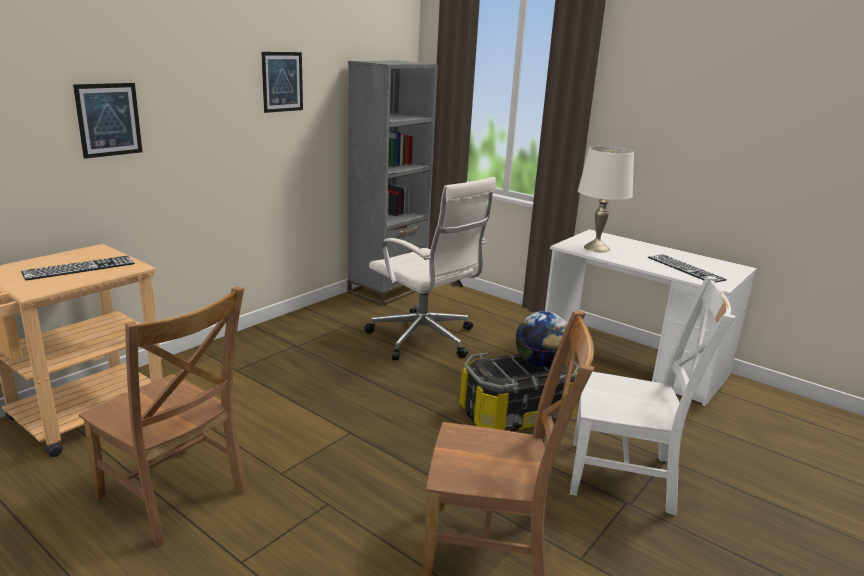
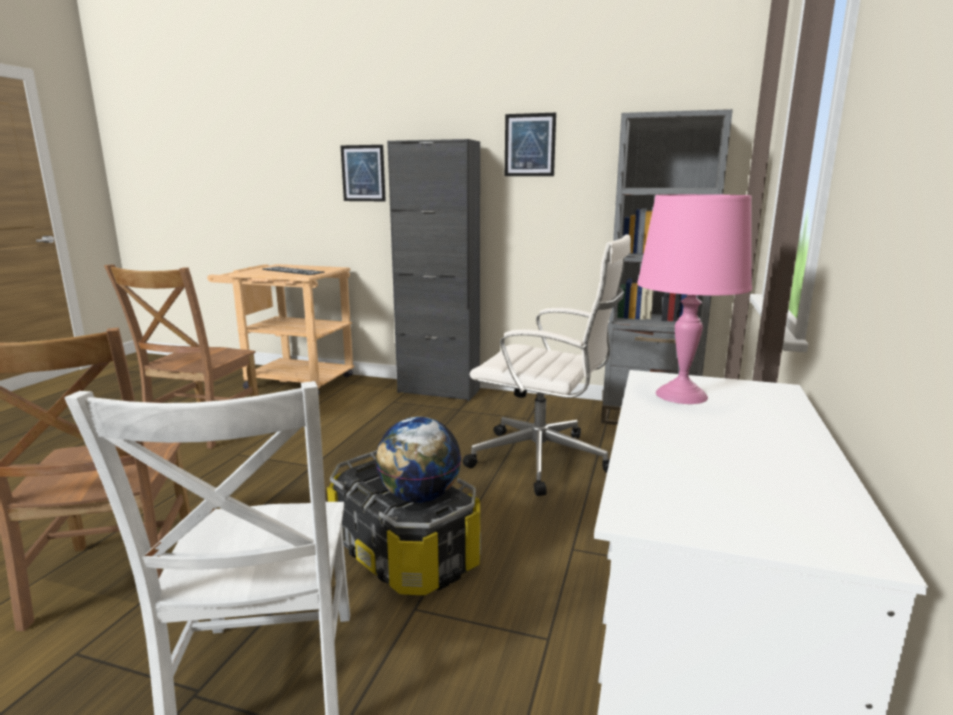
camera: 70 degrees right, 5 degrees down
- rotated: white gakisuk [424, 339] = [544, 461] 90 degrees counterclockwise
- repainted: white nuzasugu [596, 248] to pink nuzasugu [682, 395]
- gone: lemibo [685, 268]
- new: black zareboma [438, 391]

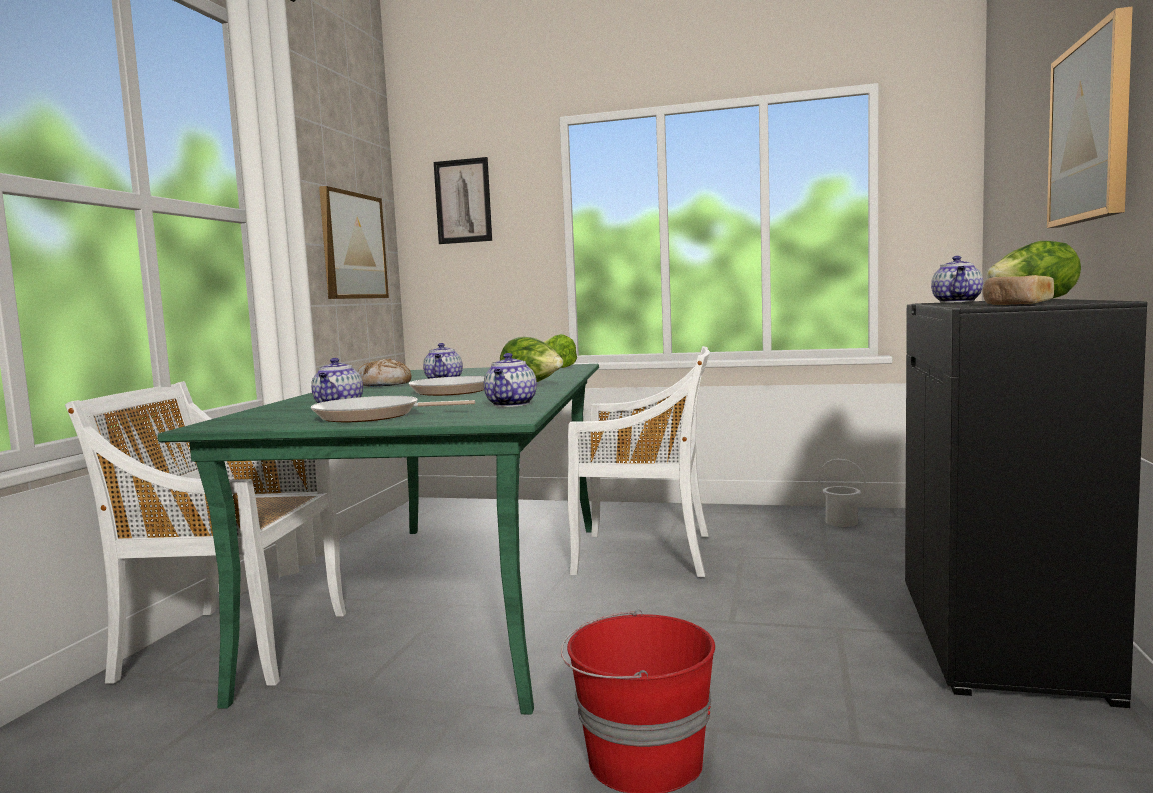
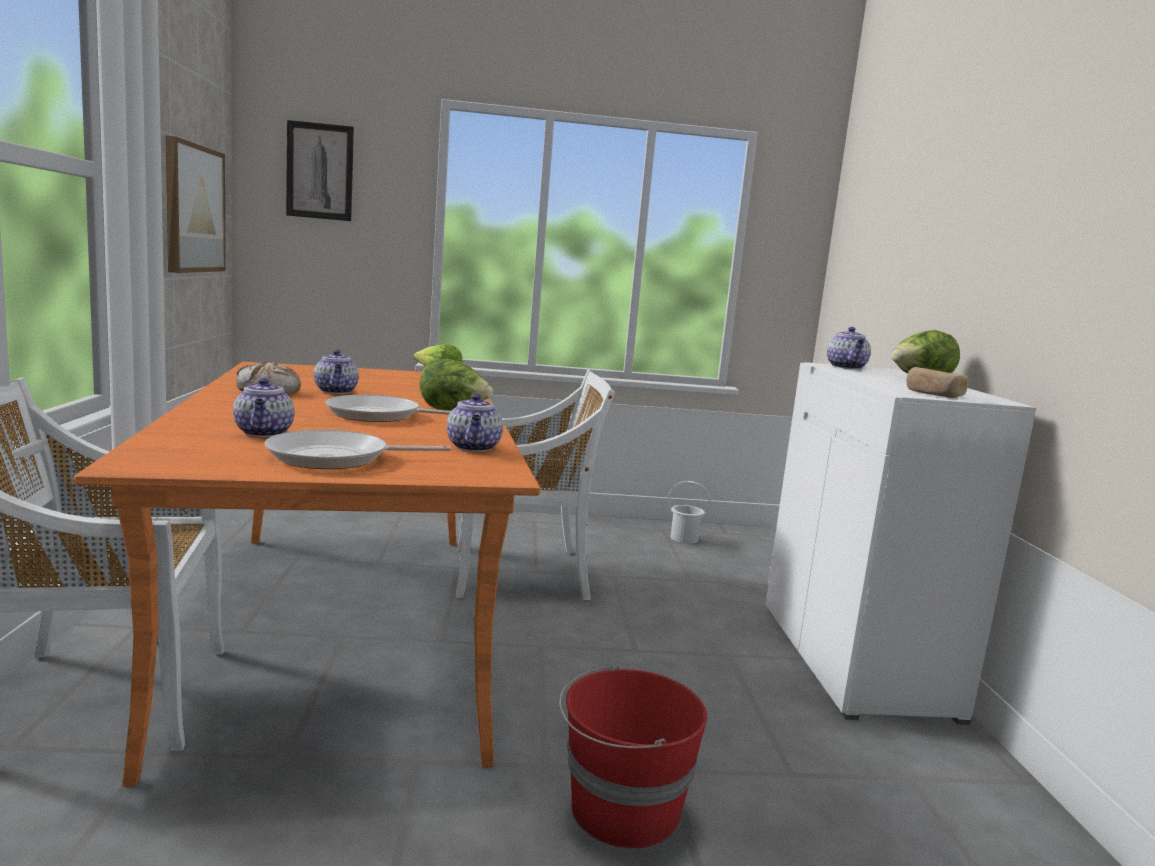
camera: 20 degrees left, 5 degrees up
- repainted: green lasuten [455, 597] to orange lasuten [344, 626]
- repainted: black zareboma [1001, 637] to white zareboma [857, 660]
- gone: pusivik [1091, 130]

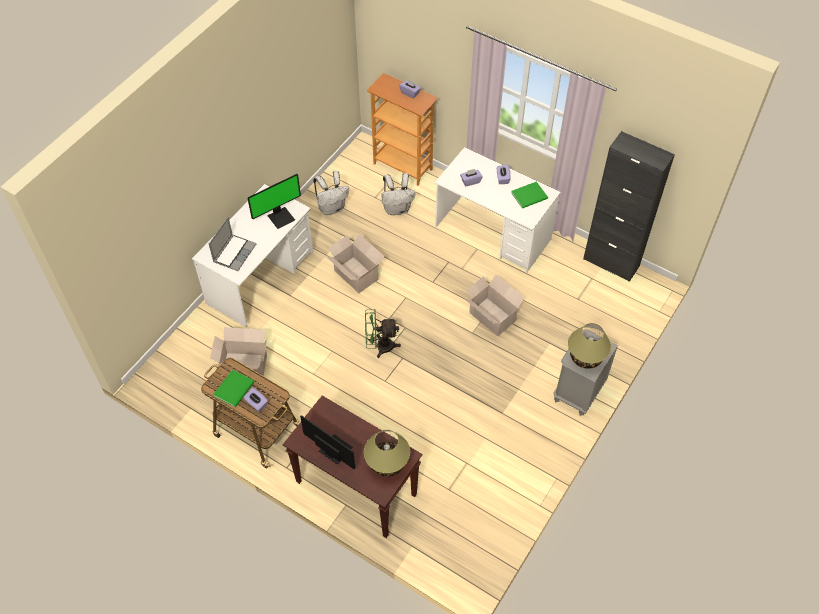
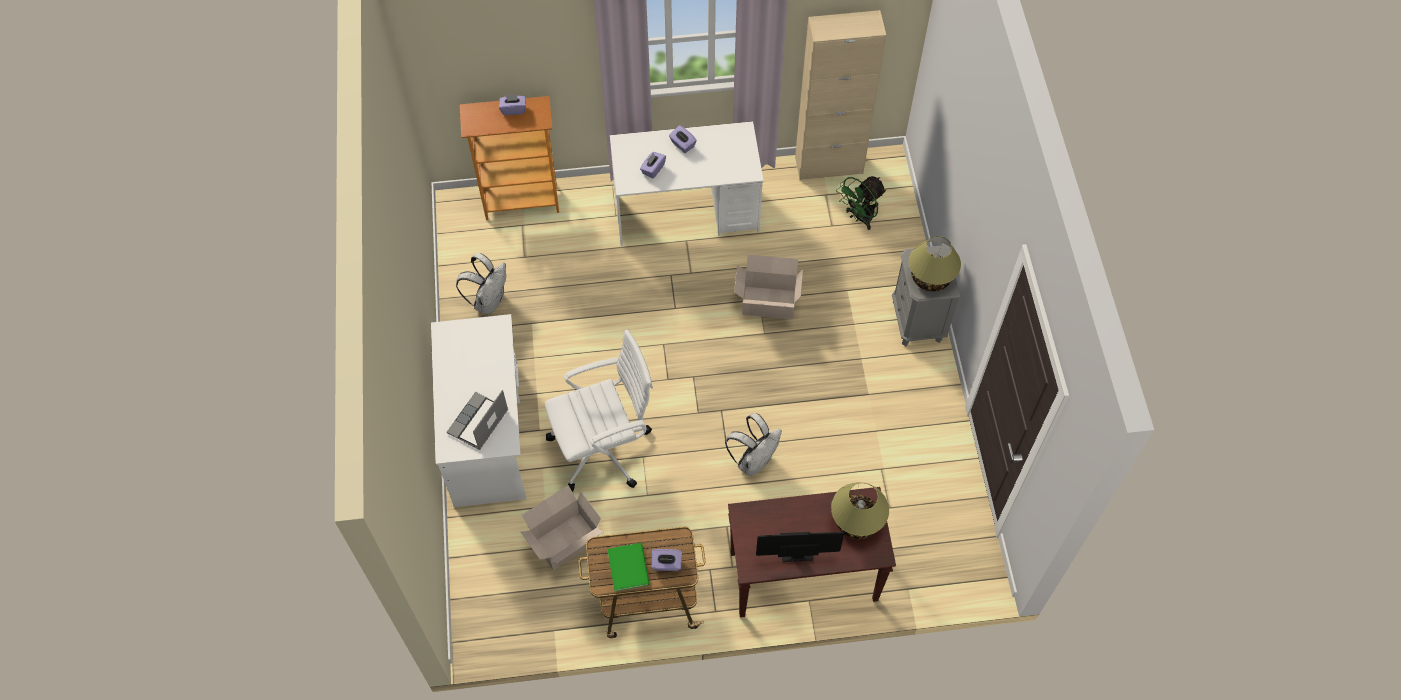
camera: 40 degrees left, 5 degrees up
- rotated: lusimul [234, 253] = [478, 423] 135 degrees counterclockwise
- gone: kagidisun [281, 217]
- gone: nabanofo [355, 274]
- shifted: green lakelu [380, 346] to [860, 218]
- shifted: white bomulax [397, 209] to [754, 460]
- gone: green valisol [530, 196]
- repainted: black zareboma [611, 262] to beige zareboma [829, 165]
- new: white gakisuk [604, 448]

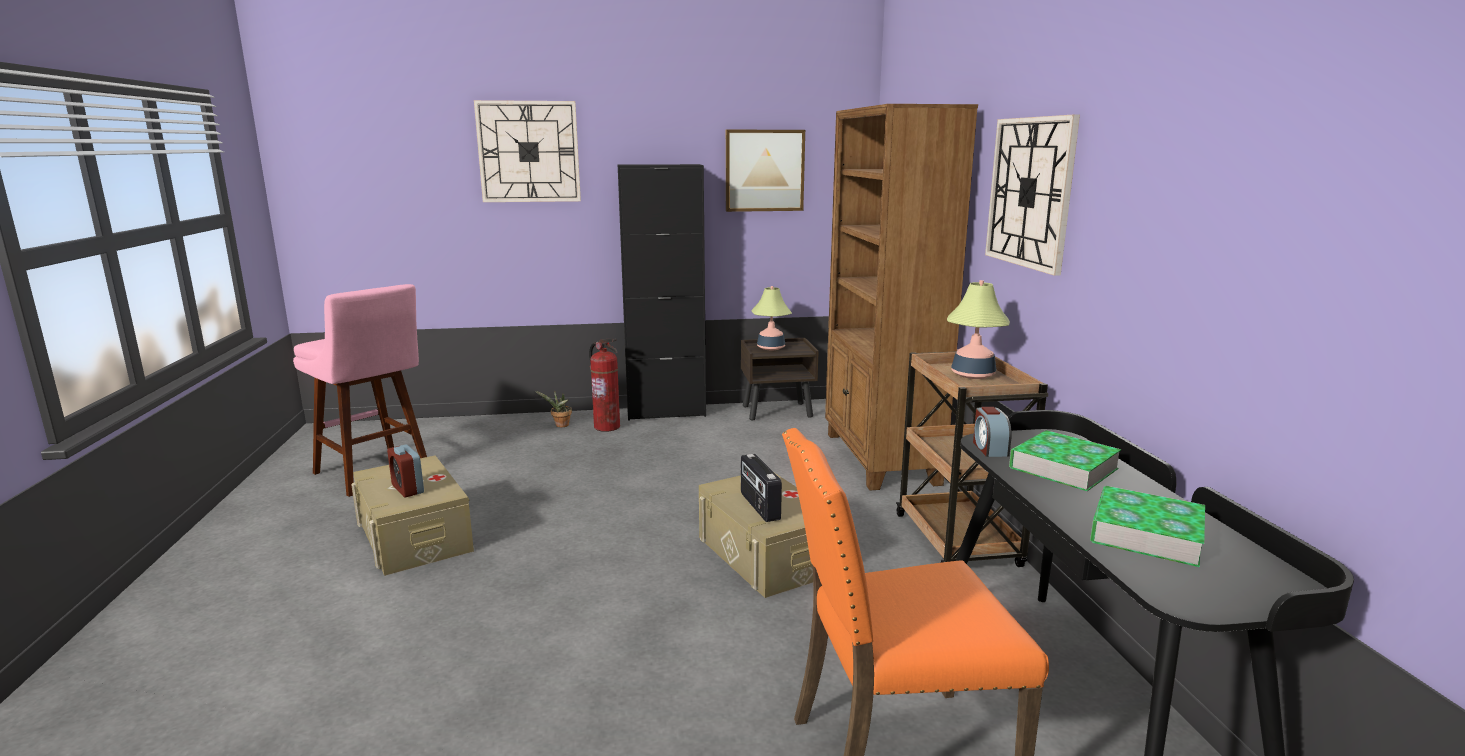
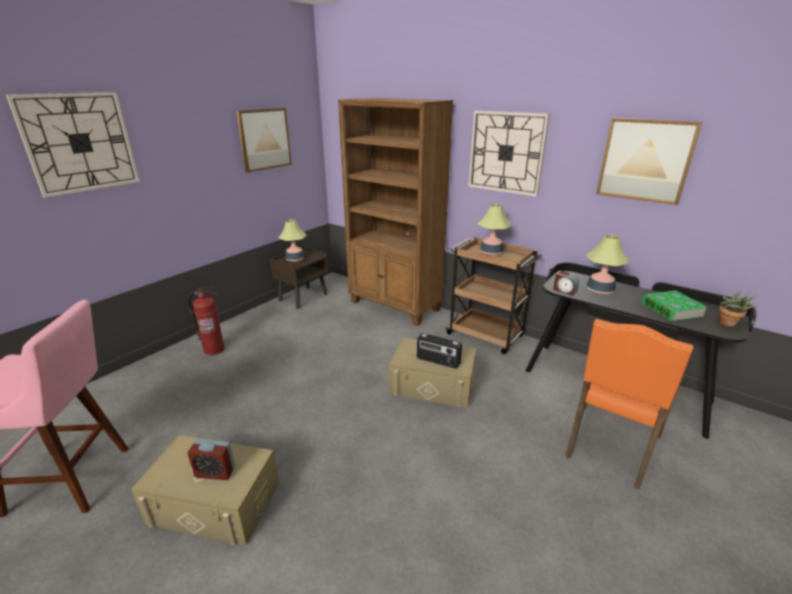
camera: 45 degrees left, 10 degrees up
- shifted: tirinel [560, 425] to [728, 324]
- gone: black zareboma [666, 412]
- swapped: valisol [1063, 468] to nuzasugu [599, 290]
- new: pusivik [645, 160]

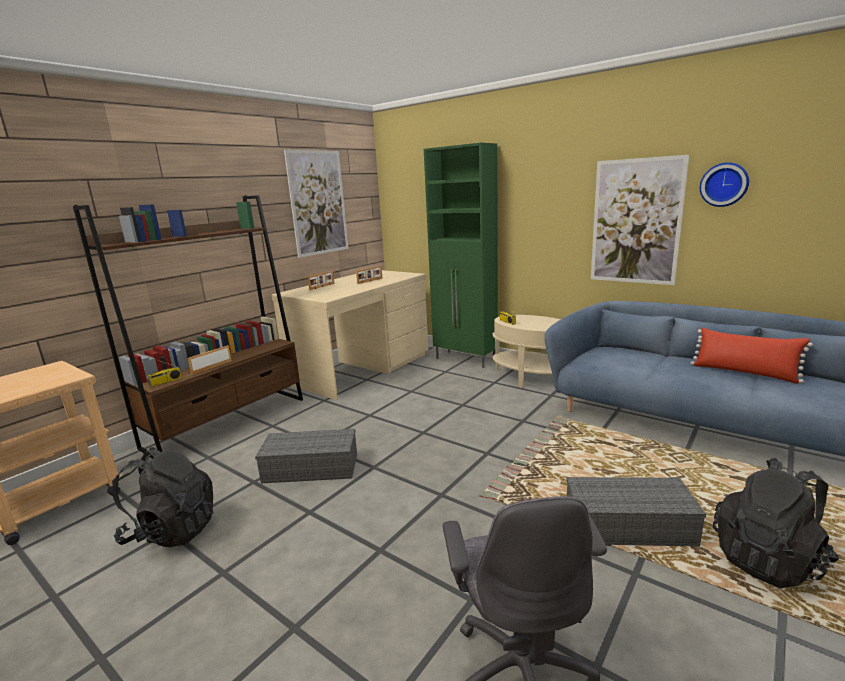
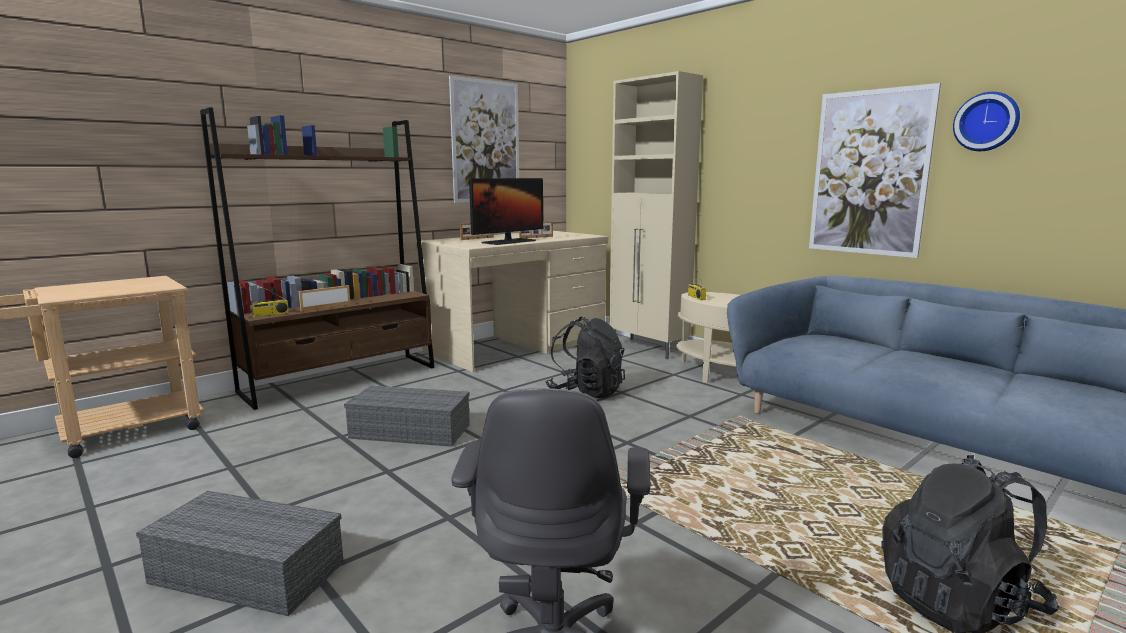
camera: 10 degrees right, 5 degrees down
- shifted: black bomulax [172, 531] to [586, 391]
- repainted: green zareboma [465, 360] to beige zareboma [649, 349]
- shifted: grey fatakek [627, 527] to [244, 573]
- gone: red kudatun [744, 372]
- new: kagidisun [509, 242]

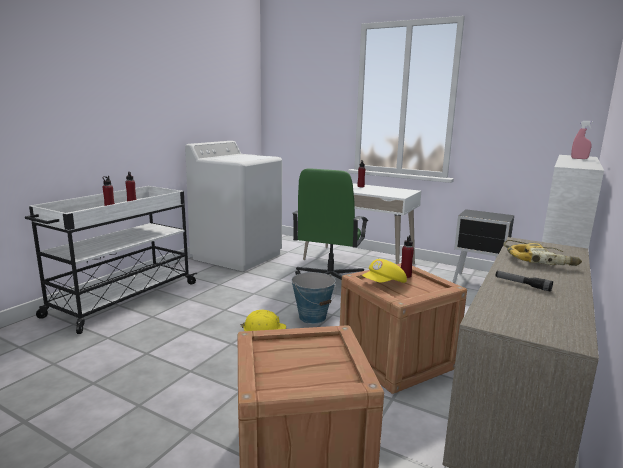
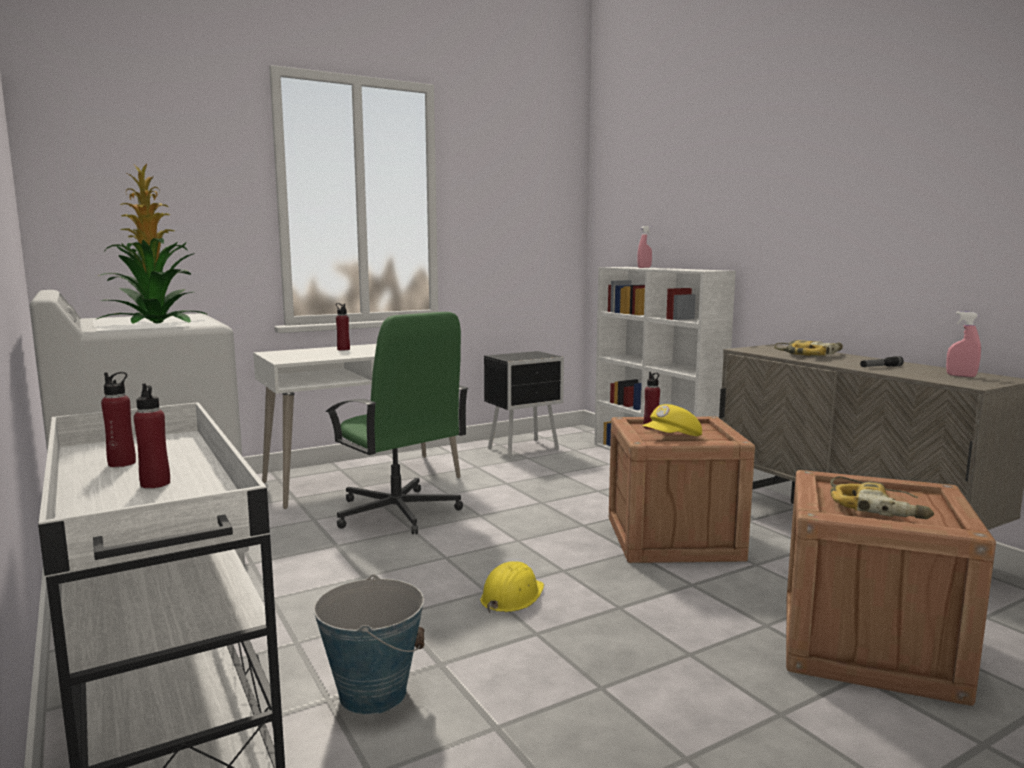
camera: 60 degrees left, 5 degrees down
- shifted: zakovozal [312, 317] to [373, 693]
- rotated: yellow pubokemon [384, 284] = [672, 439] 60 degrees clockwise
- new: tirinel [154, 323]
- new: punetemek [877, 508]
- new: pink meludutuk [961, 376]

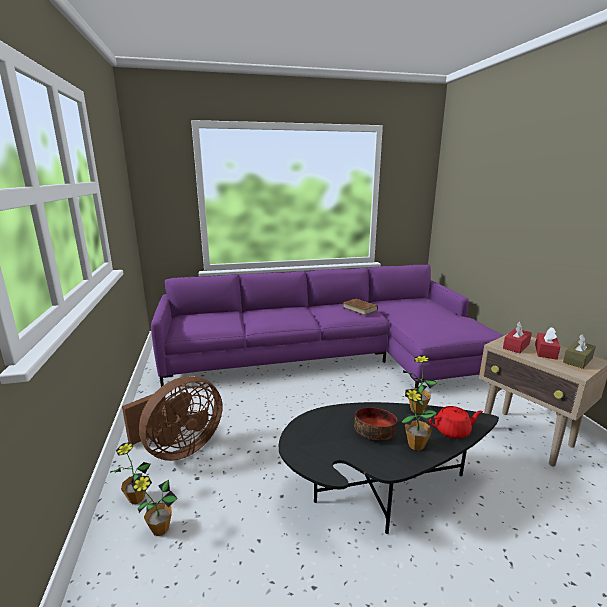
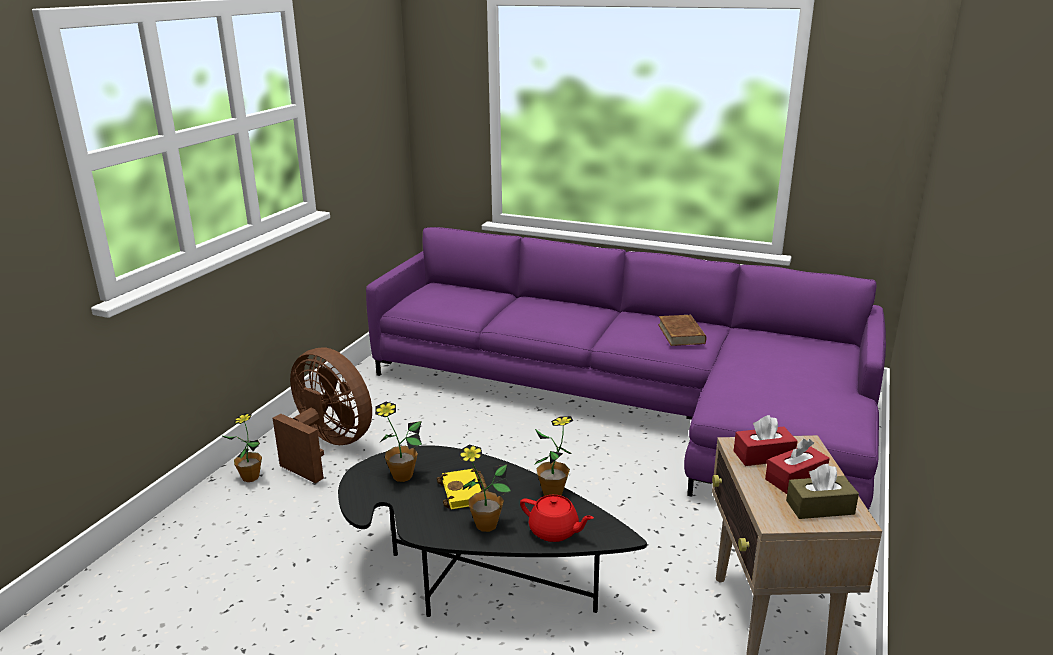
camera: 35 degrees right, 5 degrees up
- rotated: brown lakelu [179, 448] = [328, 447] 135 degrees counterclockwise
- shifted: tirinel [160, 529] to [402, 476]
- swapped: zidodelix [375, 431] to yellow valisol [465, 493]

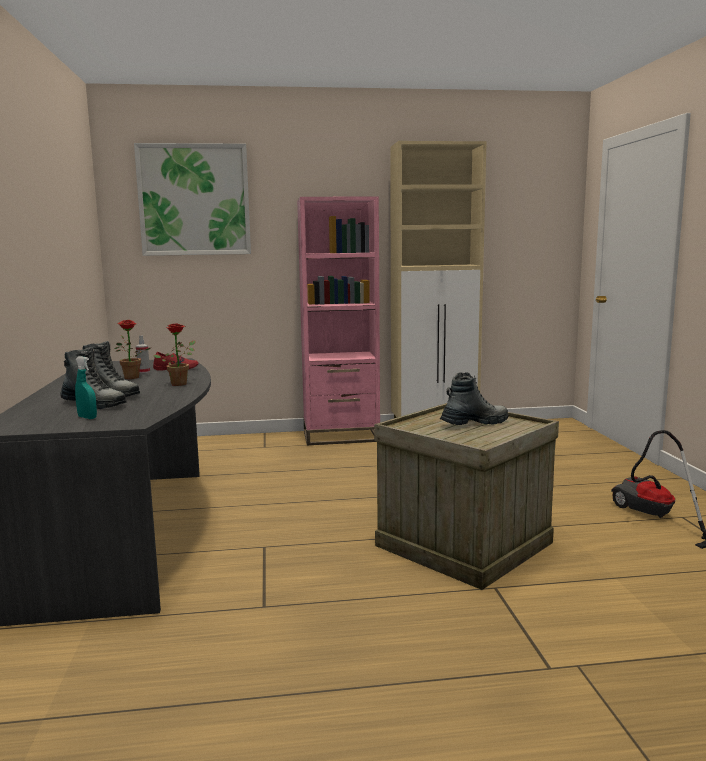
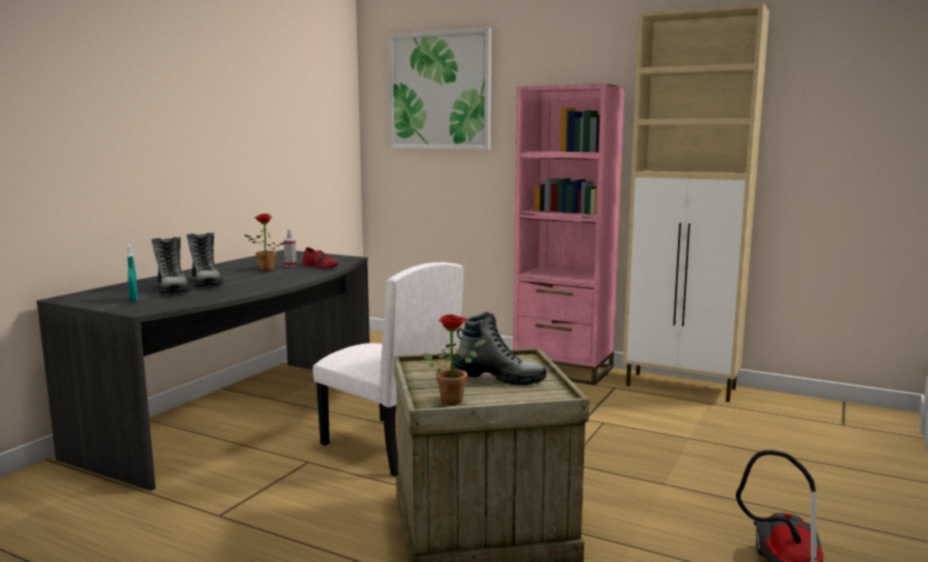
camera: 35 degrees right, 0 degrees up
- shifted: tirinel [180, 383] to [455, 399]
- new: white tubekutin [388, 446]

